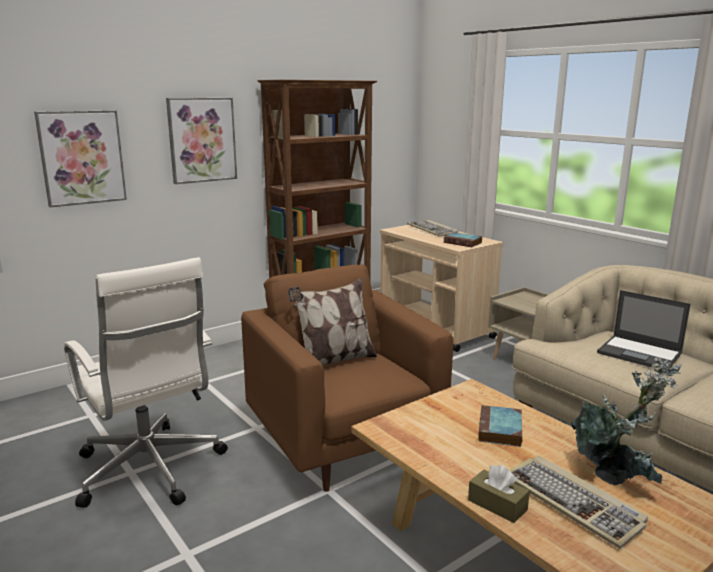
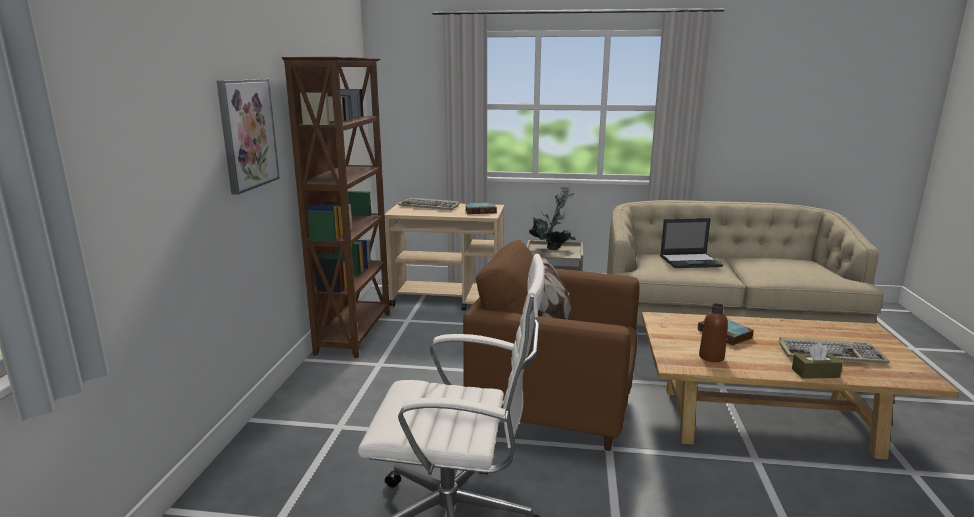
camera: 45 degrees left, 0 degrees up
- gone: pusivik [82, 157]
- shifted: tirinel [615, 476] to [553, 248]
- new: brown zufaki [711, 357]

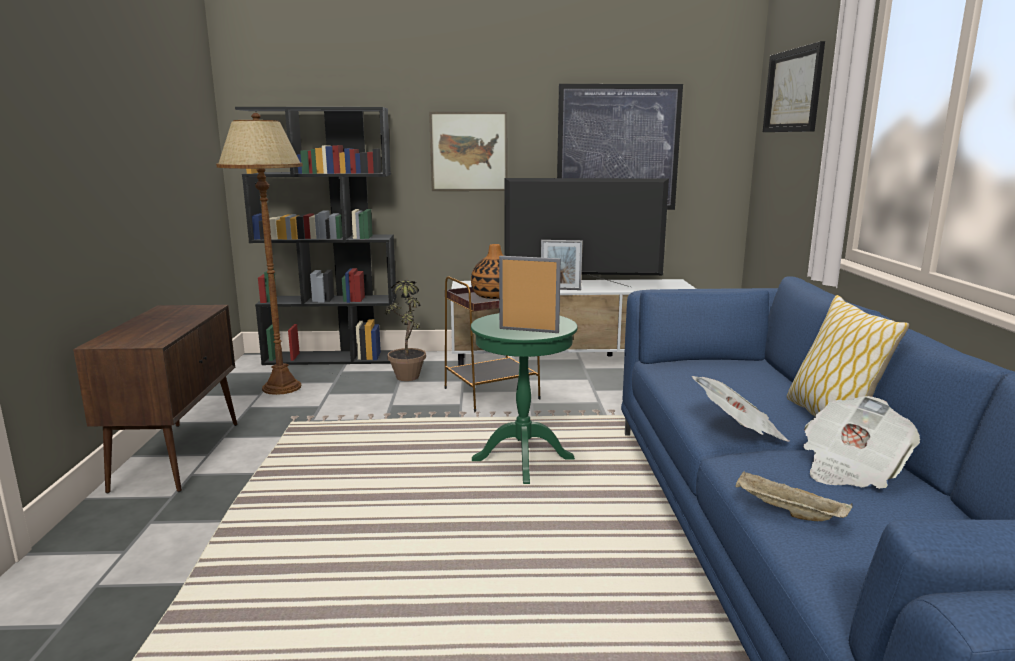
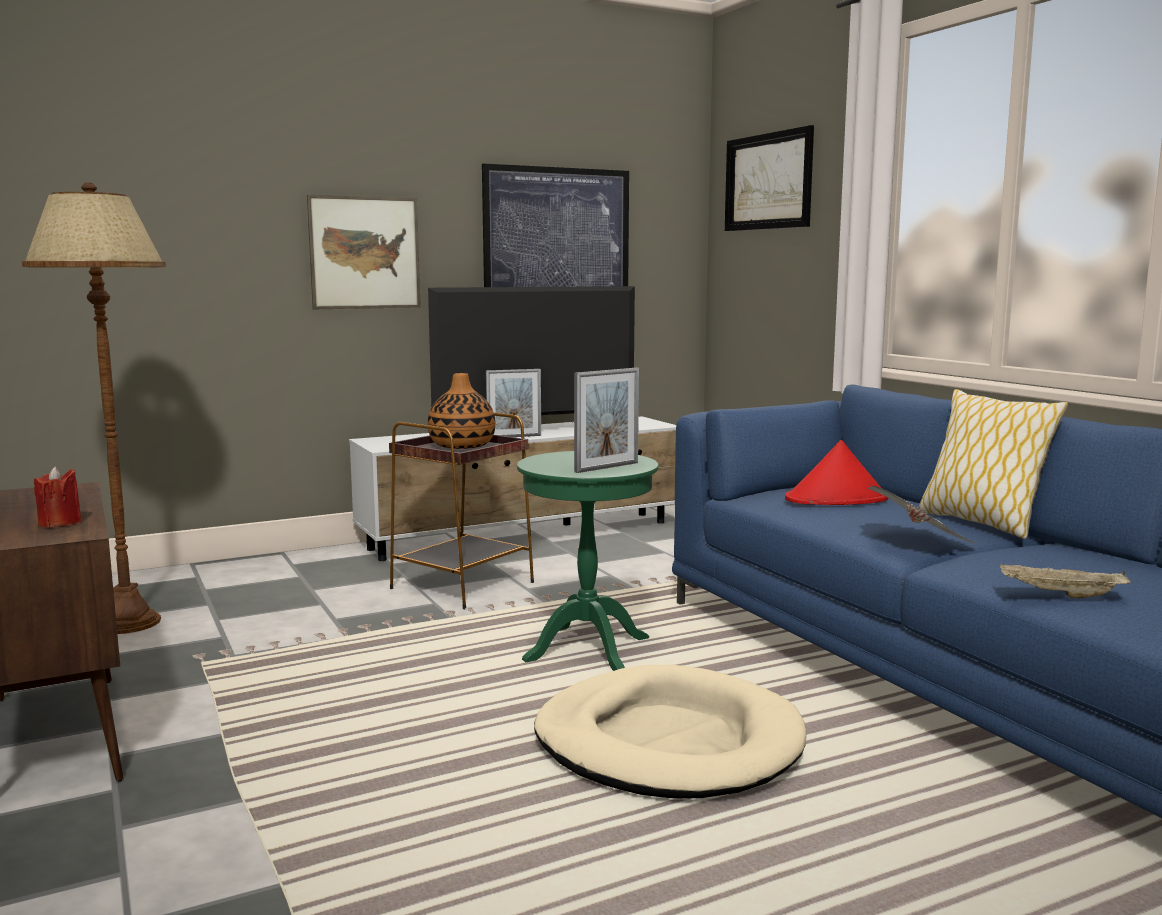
camera: 25 degrees left, 5 degrees down
- gone: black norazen [333, 358]
- gone: tirinel [408, 374]
- rotated: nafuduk [529, 330] = [607, 467] 150 degrees clockwise
- gone: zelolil [851, 468]
- new: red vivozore [60, 523]
- new: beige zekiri [668, 742]
- new: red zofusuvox [837, 499]

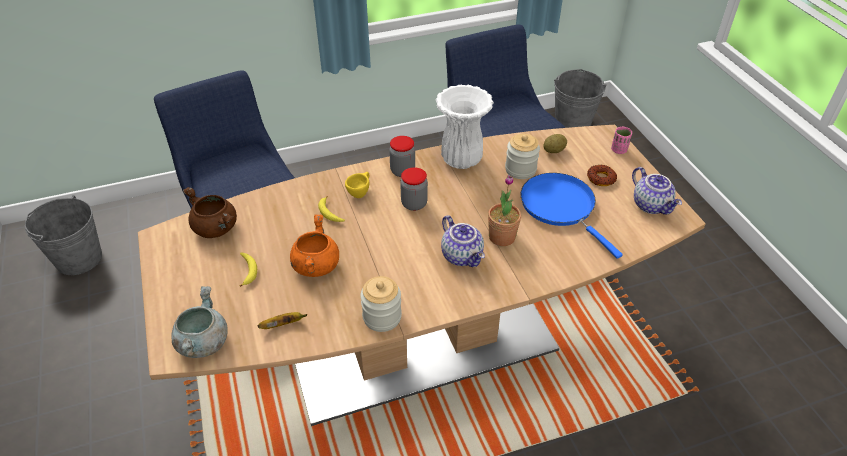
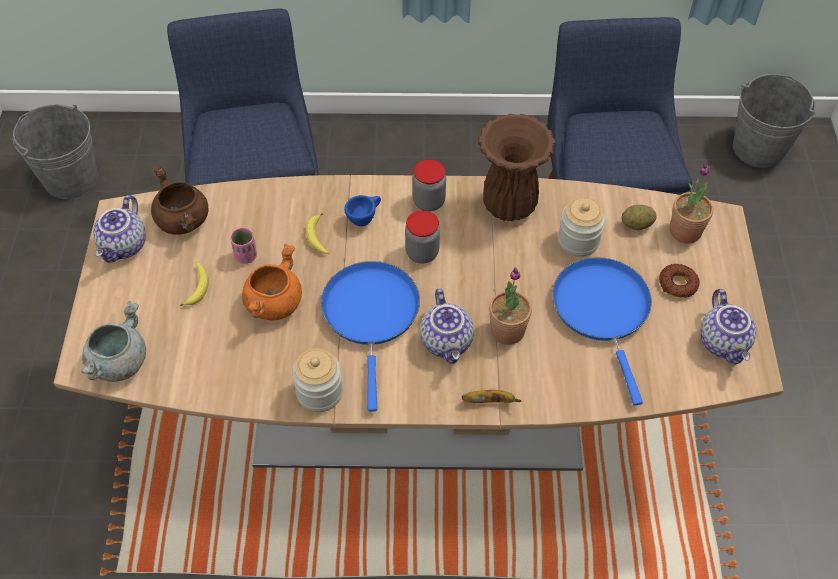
camera: 20 degrees right, 10 degrees up
- shifted: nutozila [283, 325] to [490, 401]
- repainted: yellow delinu [360, 193] to blue delinu [364, 219]
- repainted: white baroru [460, 160] to brown baroru [508, 206]
- shifted: pink delinu [619, 150] to [246, 256]
- new: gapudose [125, 246]
- new: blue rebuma [371, 315]
- new: tirinel [685, 231]

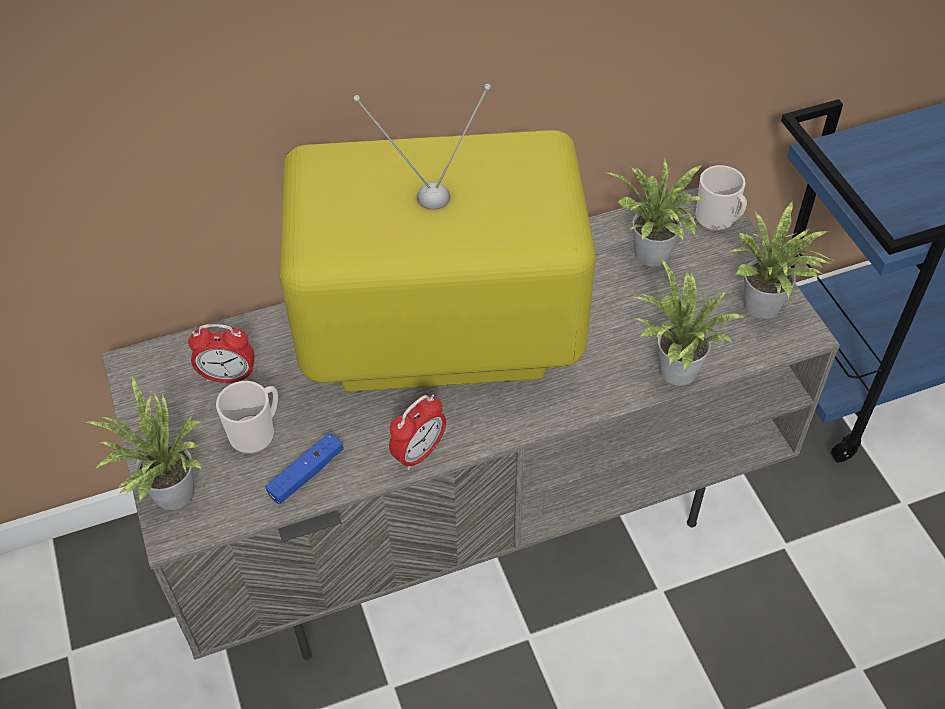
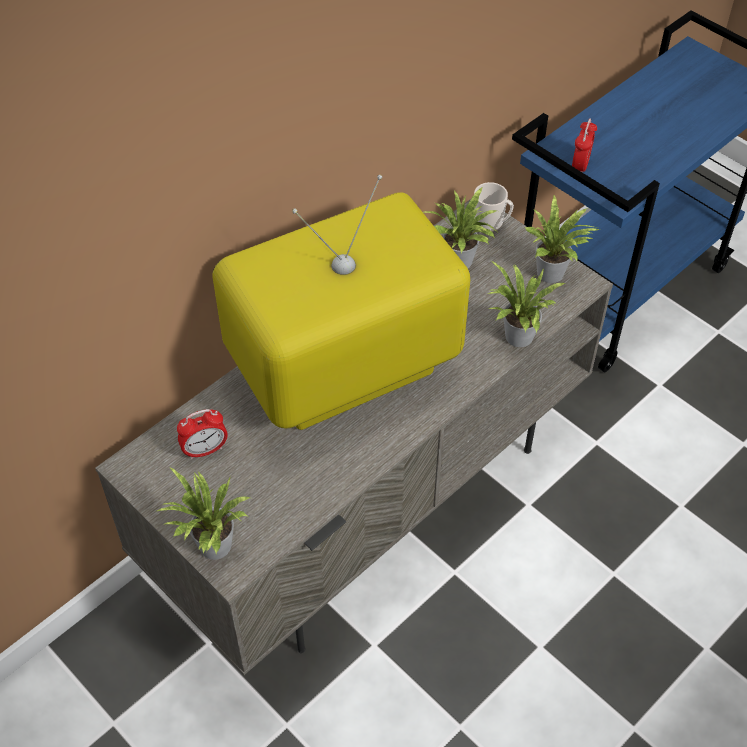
camera: 25 degrees left, 0 degrees up
- gone: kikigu [256, 432]
- gone: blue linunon [306, 474]
- shifted: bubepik [419, 453] to [580, 166]

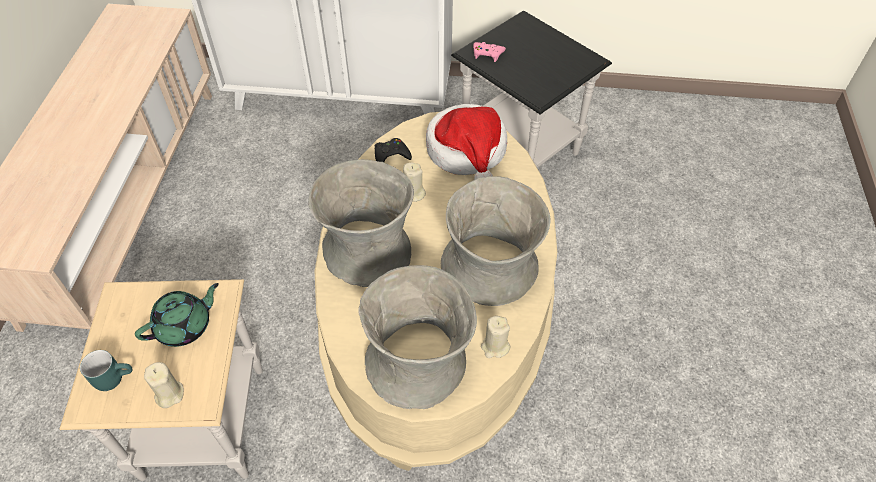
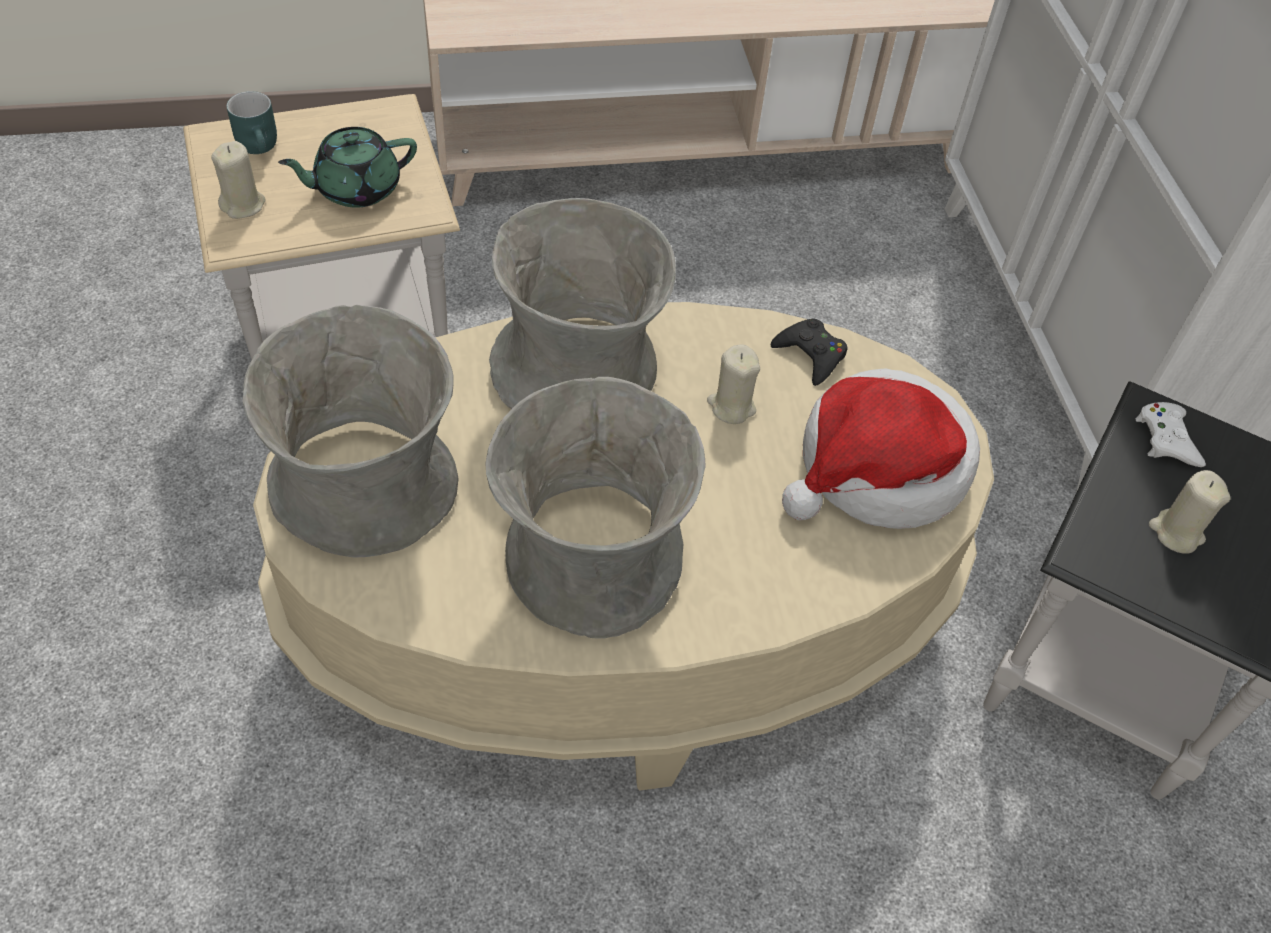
camera: 70 degrees right, 0 degrees up
- rotated: green gapudose [185, 326] = [356, 188] 120 degrees clockwise
- repainted: pink linunon [487, 54] to white linunon [1166, 439]
- shifted: beige vivozore [495, 347] to [1176, 532]

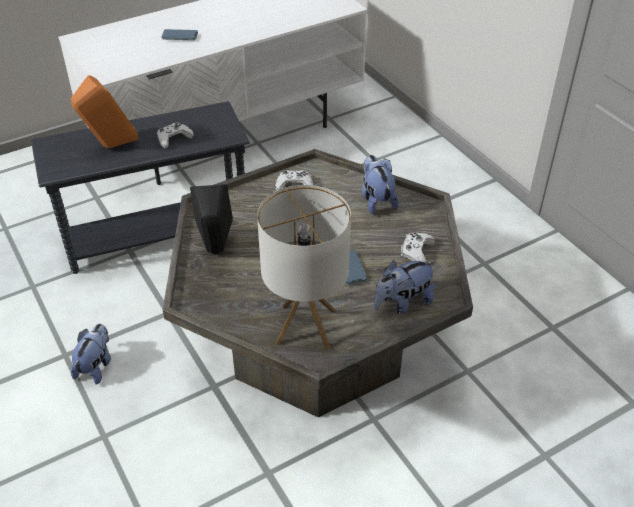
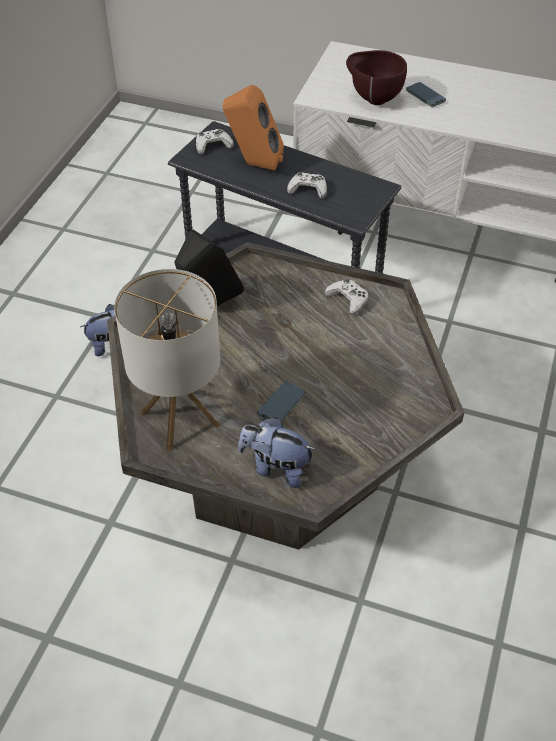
camera: 50 degrees right, 5 degrees up
- gone: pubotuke [376, 200]
- shifted: white linunon [416, 251] to [213, 145]
- new: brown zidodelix [373, 99]

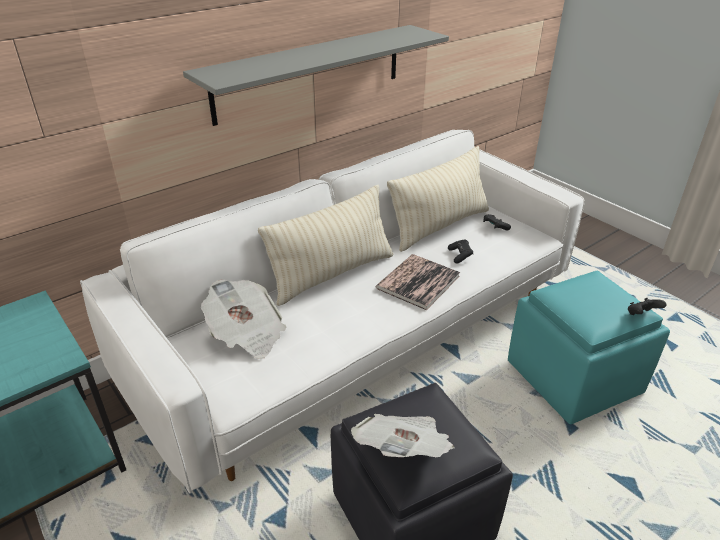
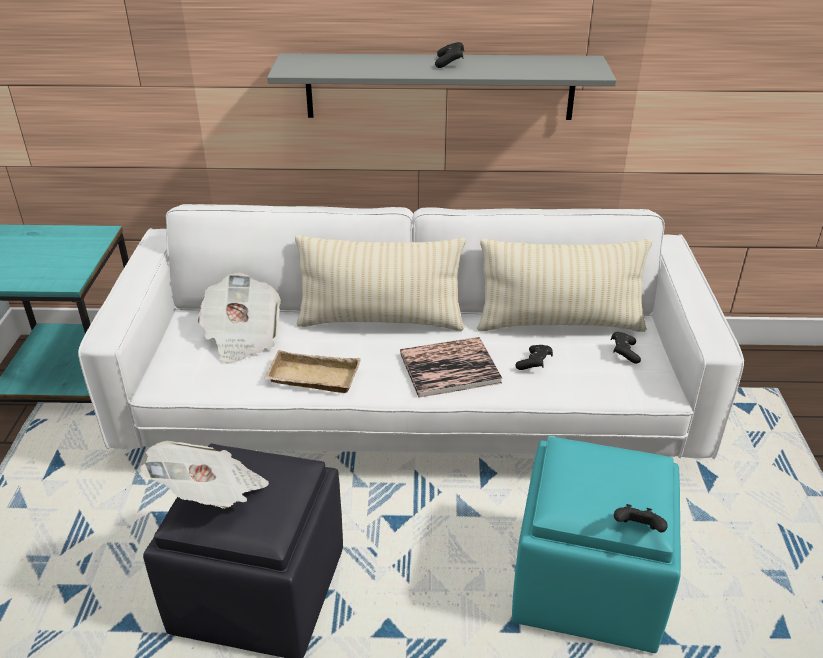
camera: 40 degrees right, 0 degrees up
- new: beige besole [311, 379]
- new: black linunon [449, 63]

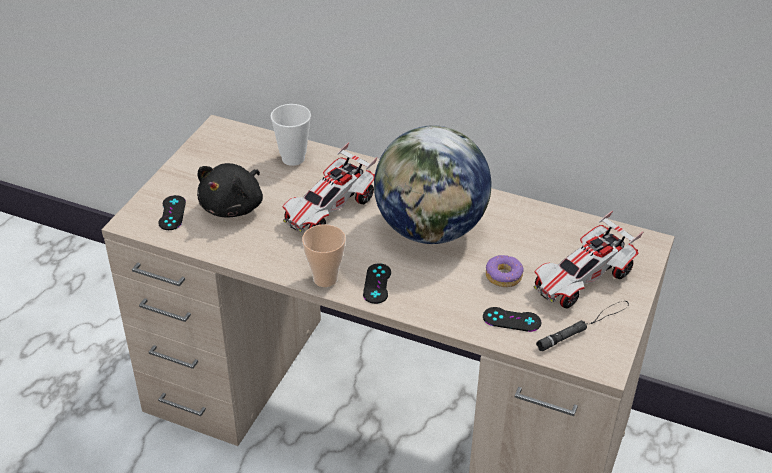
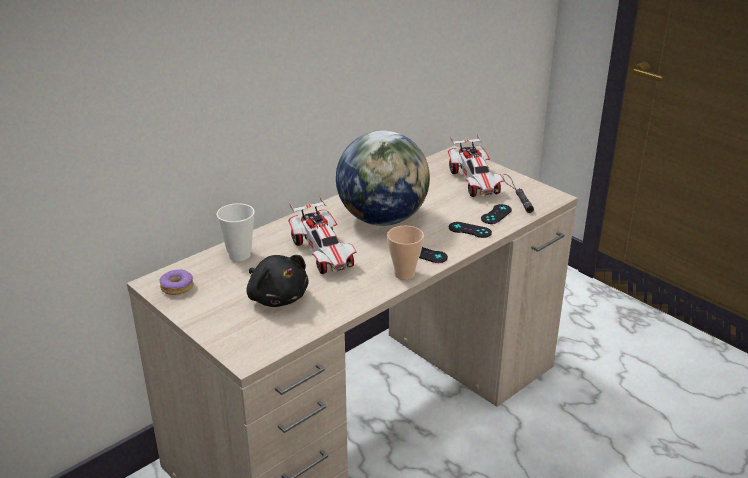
camera: 65 degrees left, 10 degrees down
- shifted: black linunon [172, 213] to [469, 230]
- shifted: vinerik [504, 276] to [177, 287]

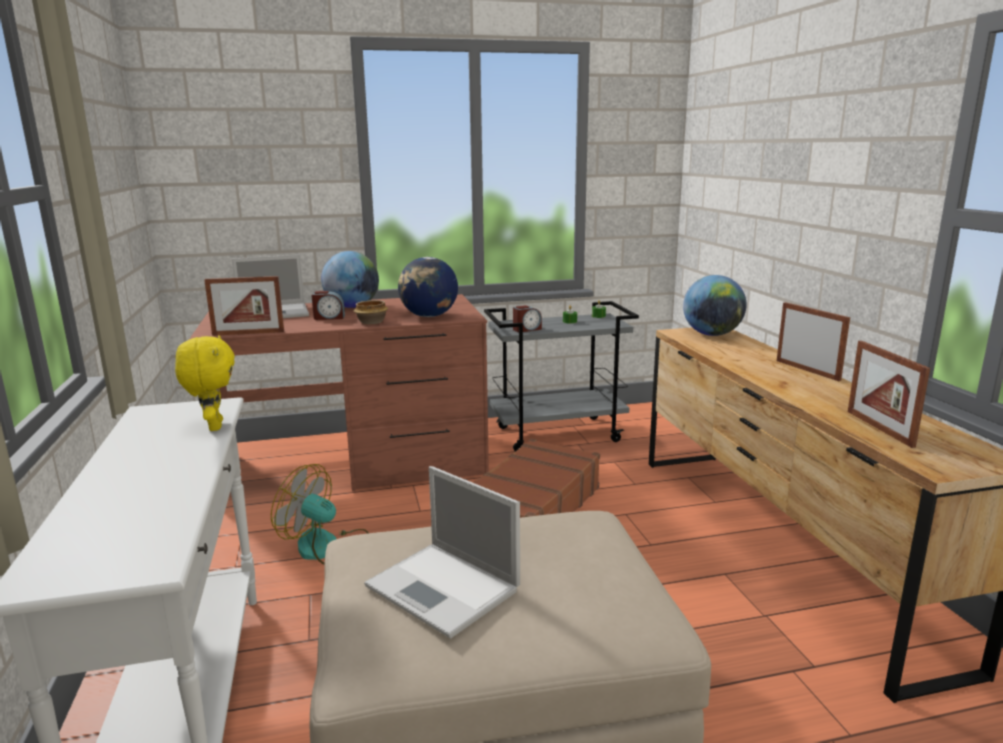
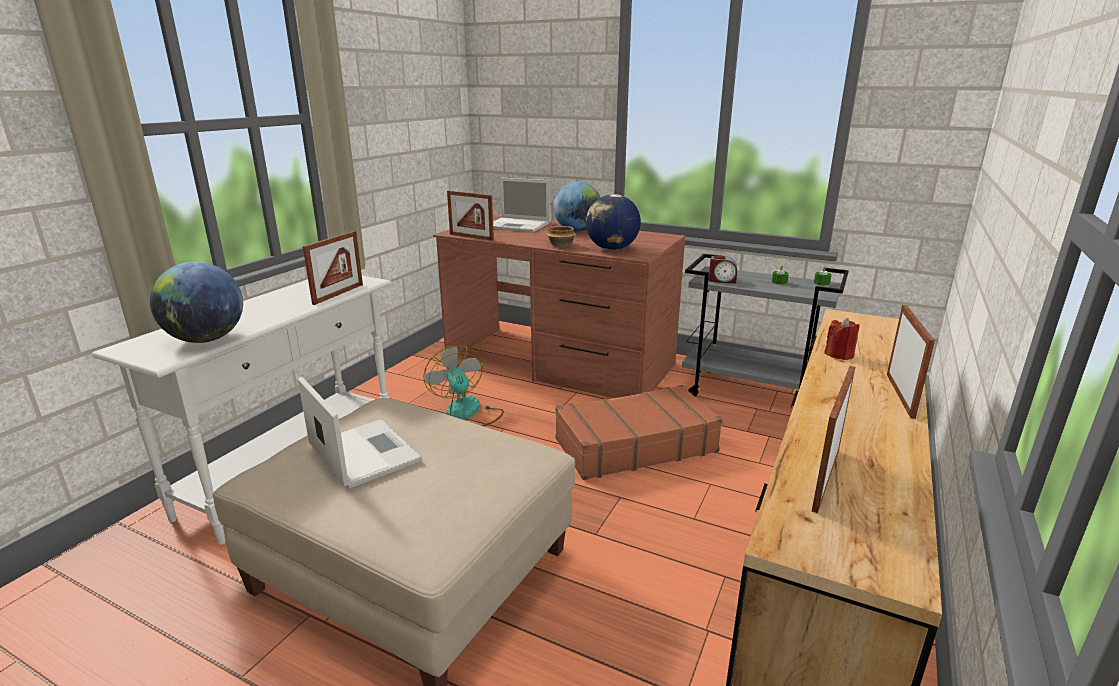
camera: 40 degrees right, 5 degrees up
- swapped: yellow pubotuke [213, 426] to nafuduk [338, 294]
- gone: bubepik [329, 317]
- rotated: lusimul [444, 589] = [363, 452] 150 degrees clockwise
- shifted: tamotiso [712, 334] to [206, 339]
- new: red vivozore [839, 355]

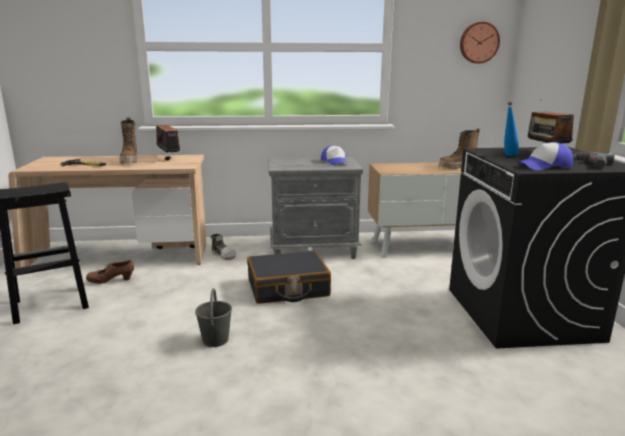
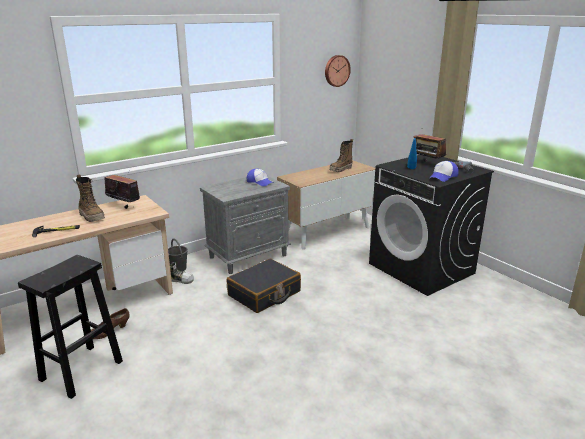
camera: 30 degrees left, 5 degrees up
- shifted: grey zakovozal [215, 339] to [178, 268]

